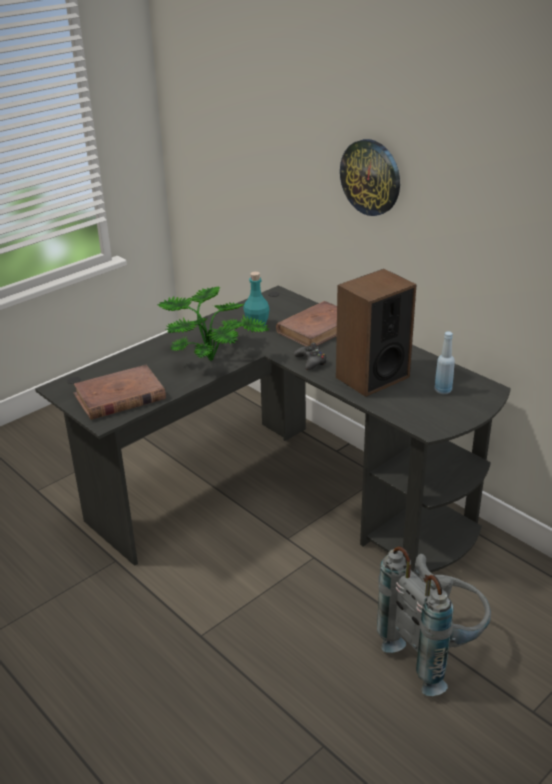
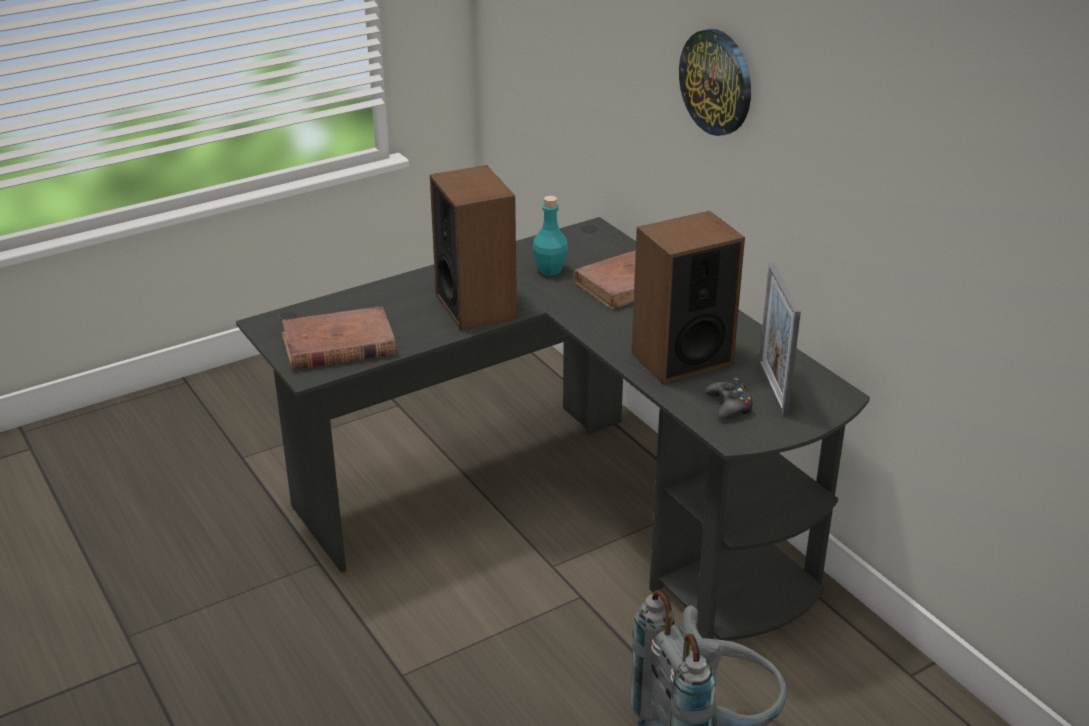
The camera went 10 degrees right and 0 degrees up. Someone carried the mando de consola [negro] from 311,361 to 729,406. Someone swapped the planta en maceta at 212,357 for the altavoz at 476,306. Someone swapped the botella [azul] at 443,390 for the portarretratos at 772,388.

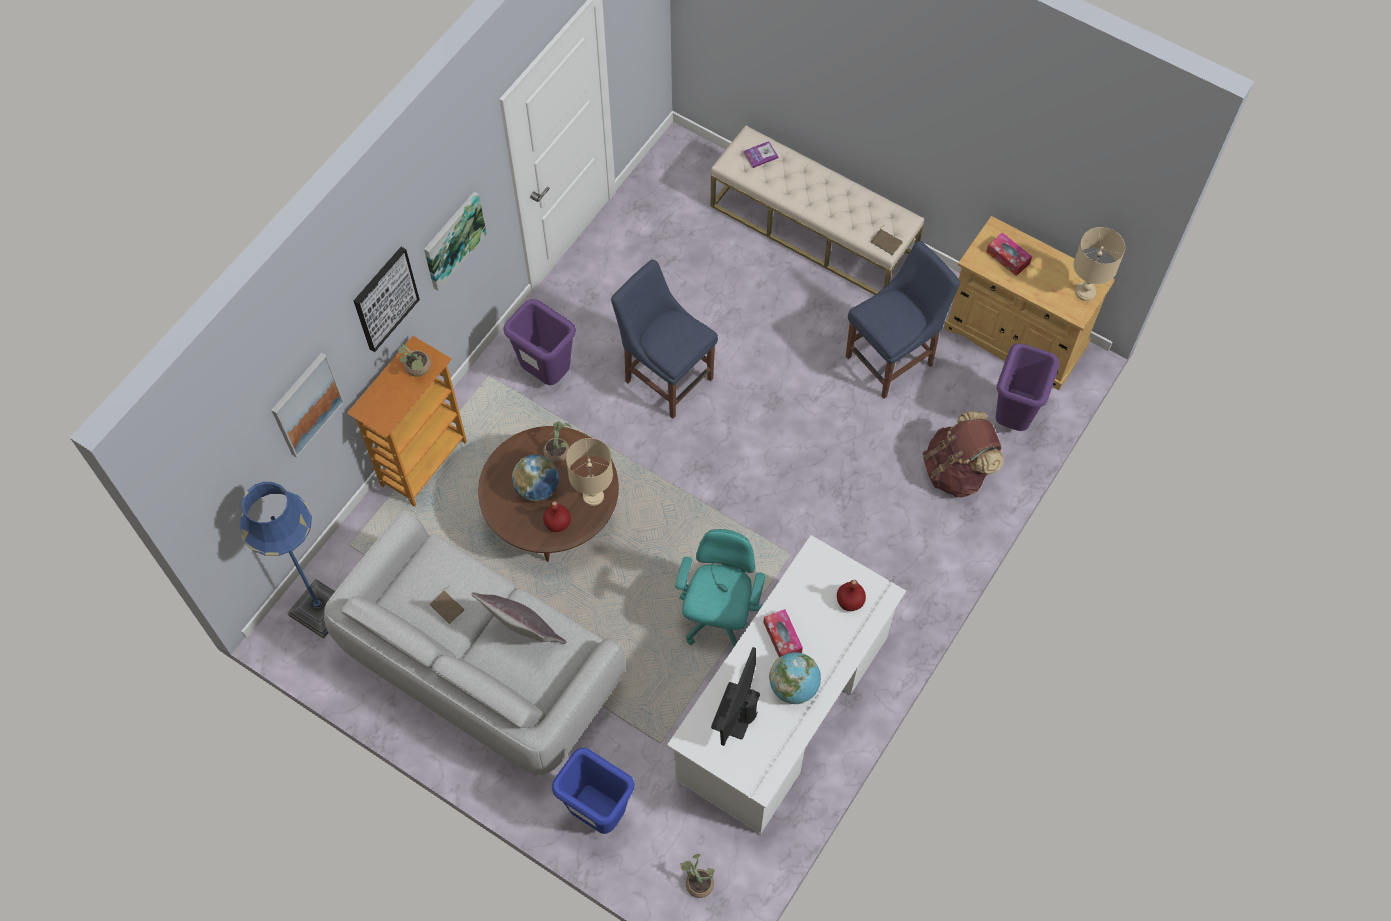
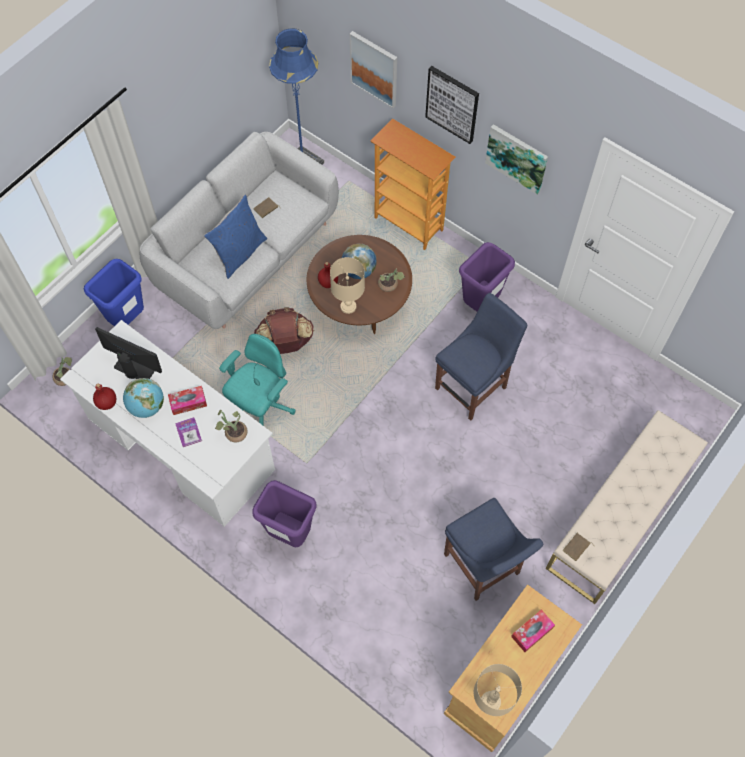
The camera went 95 degrees right and 0 degrees up. Someone carried the planta en maceta from 417,369 to 233,433. Someone carried the libro from 760,155 to 188,432. Someone carried the botella [rojo] from 849,601 to 107,402. Someone carried the mochila [marrón] from 957,471 to 285,343. Someone carried the papelera [morado] from 1013,418 to 289,533. Someone repainted the cojín [gris] at 523,633, which became the cojín [azul] at 239,253. Someone rotated the silla de oficina [turquesa] at 719,616 by 75 degrees counterclockwise.

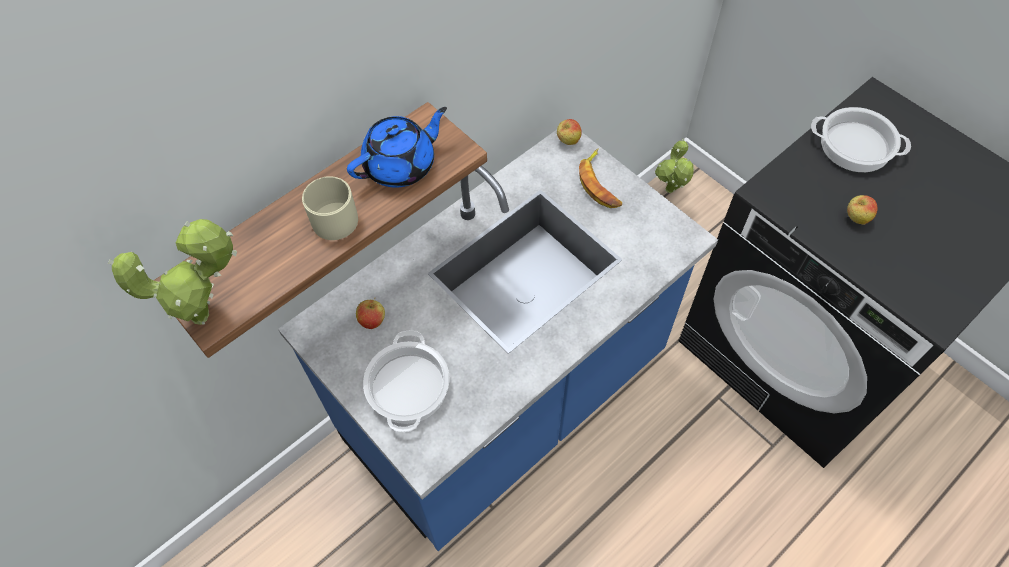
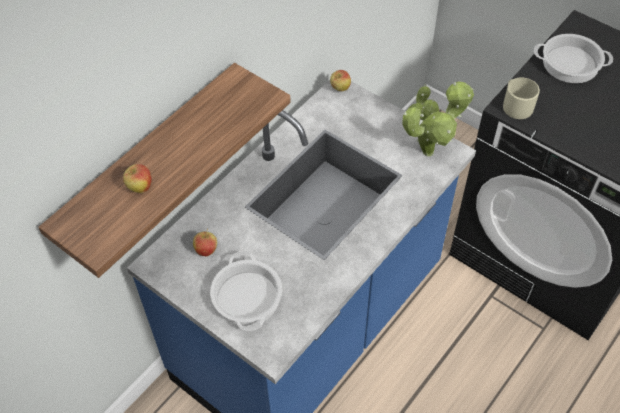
The camera went 10 degrees left and 5 degrees down. Someone took away the tetera [azul] at 401,165. Someone took away the plátano at 600,184. Someone carried the planta en maceta from 207,314 to 432,150. Someone carried the taza grande [beis] from 334,215 to 516,105. Someone carried the manzana from 856,218 to 140,187.

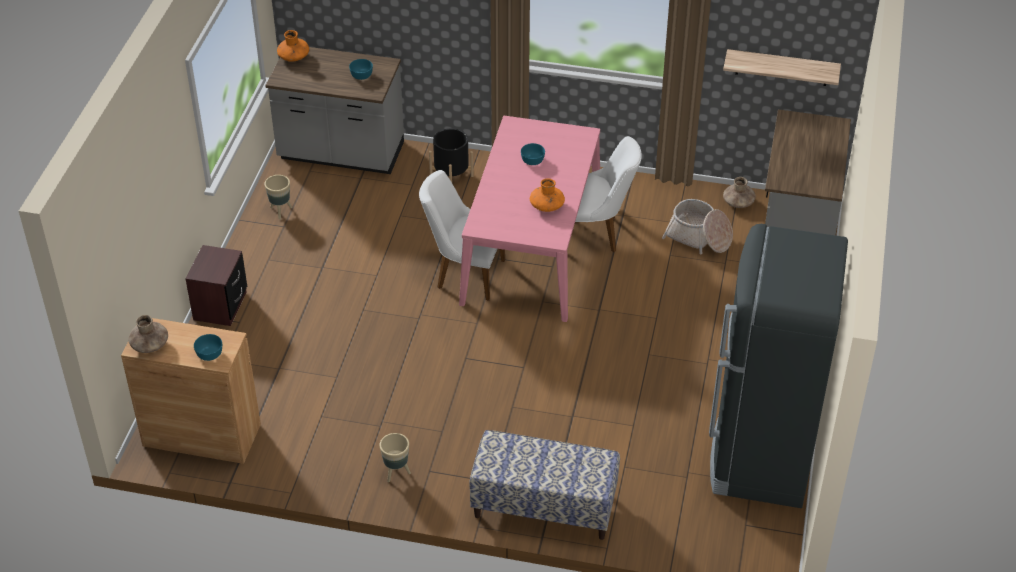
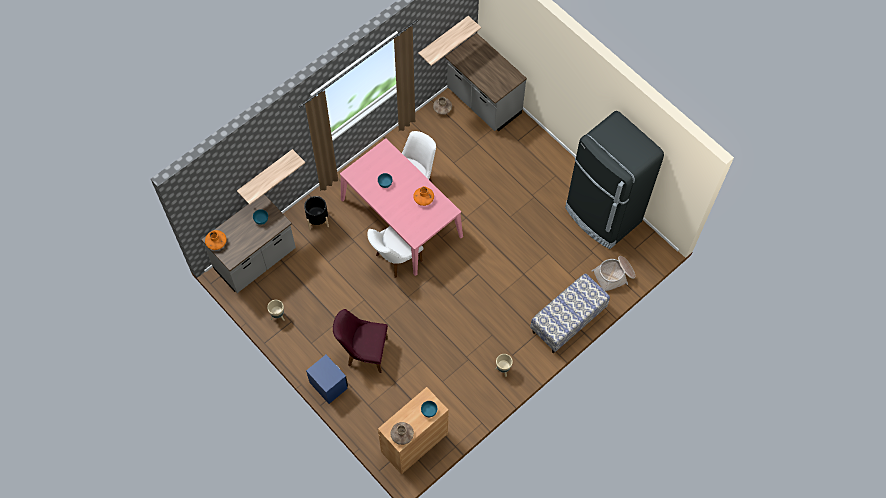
The camera went 55 degrees left and 20 degrees up. Someone put up the estante at 265,174. Someone put down the silla [morado] at 363,352. Someone carried the cesta from 699,237 to 614,276. Someone repainted the mesita de noche [marrón] at 220,306, which became the mesita de noche [azul] at 328,385.

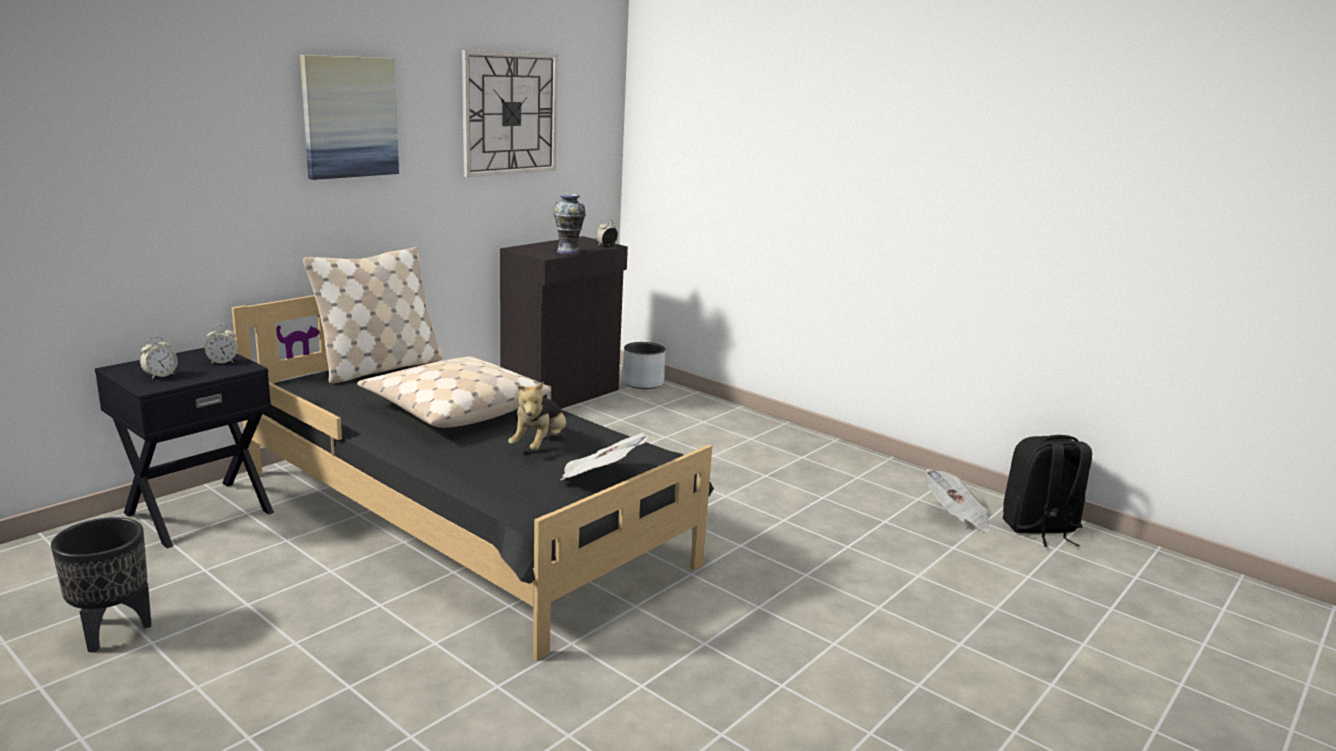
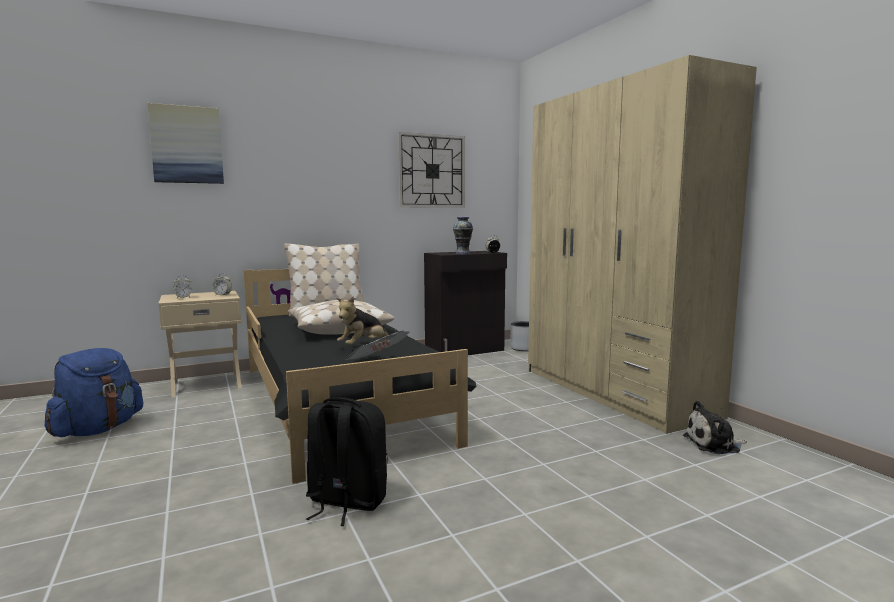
The camera went 25 degrees right and 10 degrees down. Someone put down the armario ropero [beis] at 614,392. Someone carried the cuadro from 349,117 to 187,145. Someone carried the mochila [negro] from 1039,529 to 346,502. Someone swapped the maceta [negro] at 113,631 for the mochila [azul] at 98,429. Someone swapped the periódico at 956,517 for the peluche at 714,444. Someone repainted the mesita de noche [negro] at 198,512, which became the mesita de noche [beis] at 206,384.

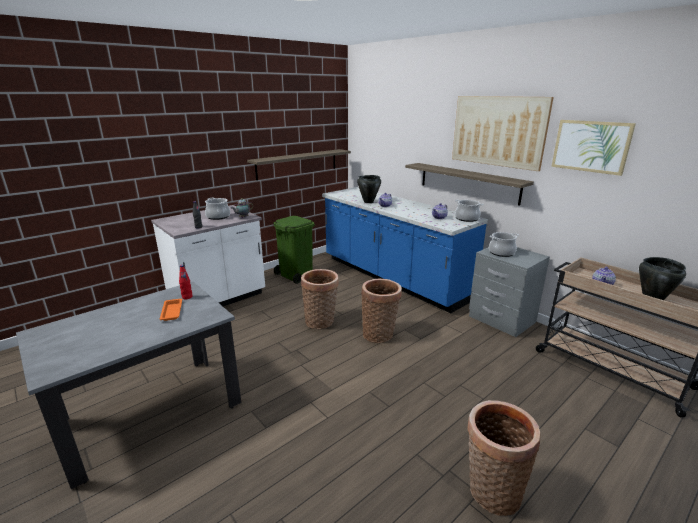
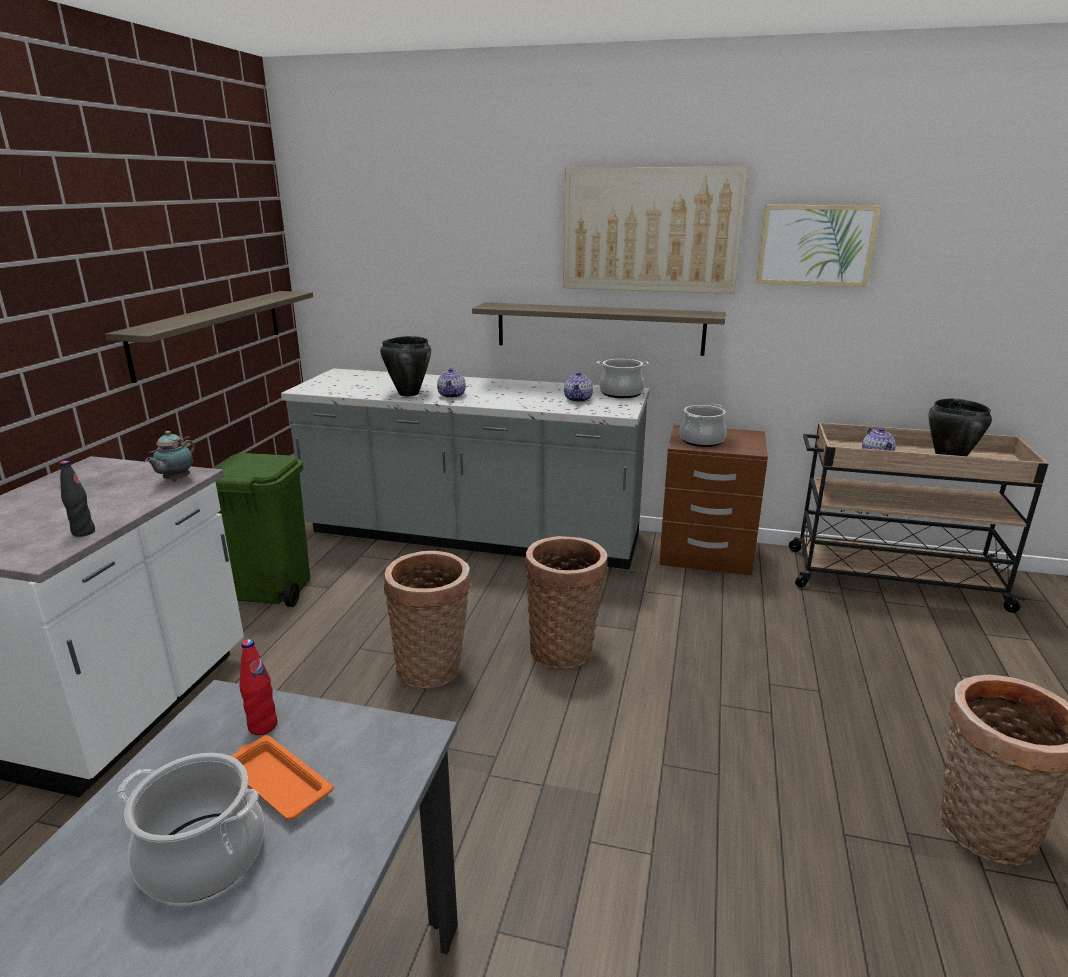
The camera went 35 degrees left and 0 degrees up. Someone carried the olla from 218,217 to 202,857. Someone repainted the mueble bajo de cocina [azul] at 392,278, which became the mueble bajo de cocina [gris] at 472,537. Someone repainted the mesita de noche [gris] at 501,320, which became the mesita de noche [marrón] at 705,555.

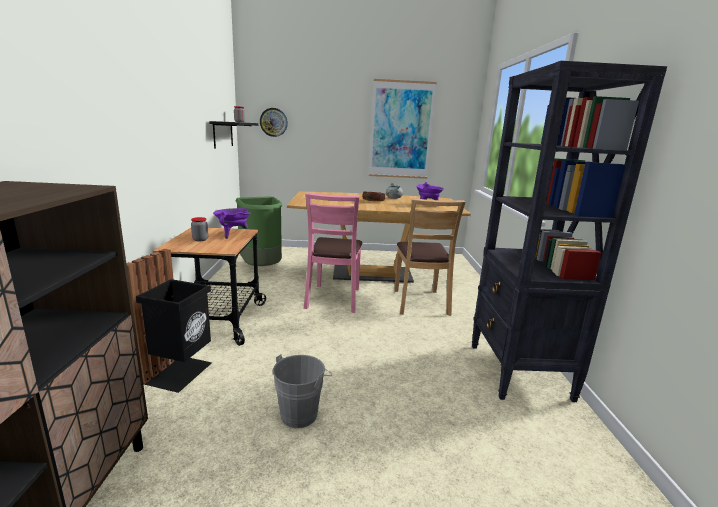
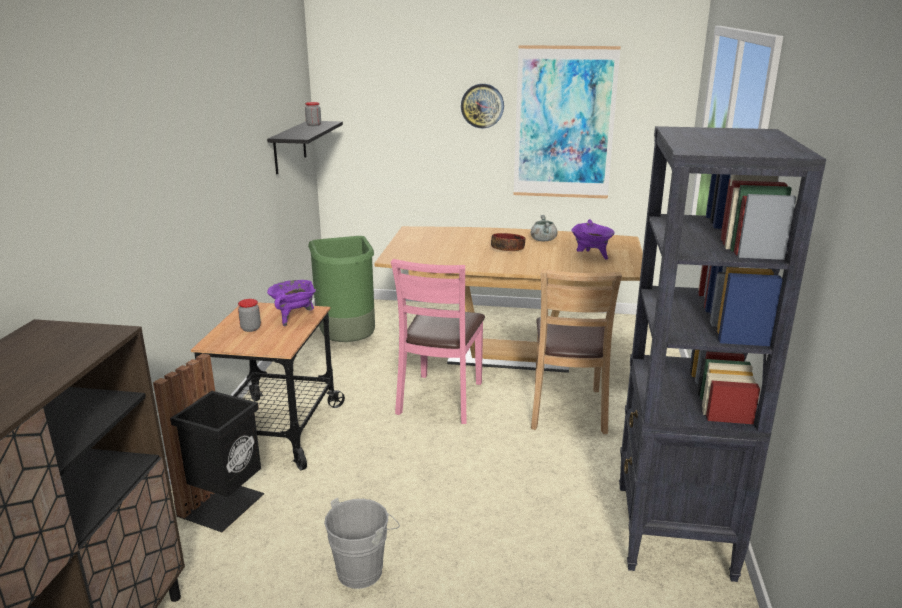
The camera went 10 degrees right and 5 degrees up. Someone carried the reloj de pared from 273,122 to 482,106.

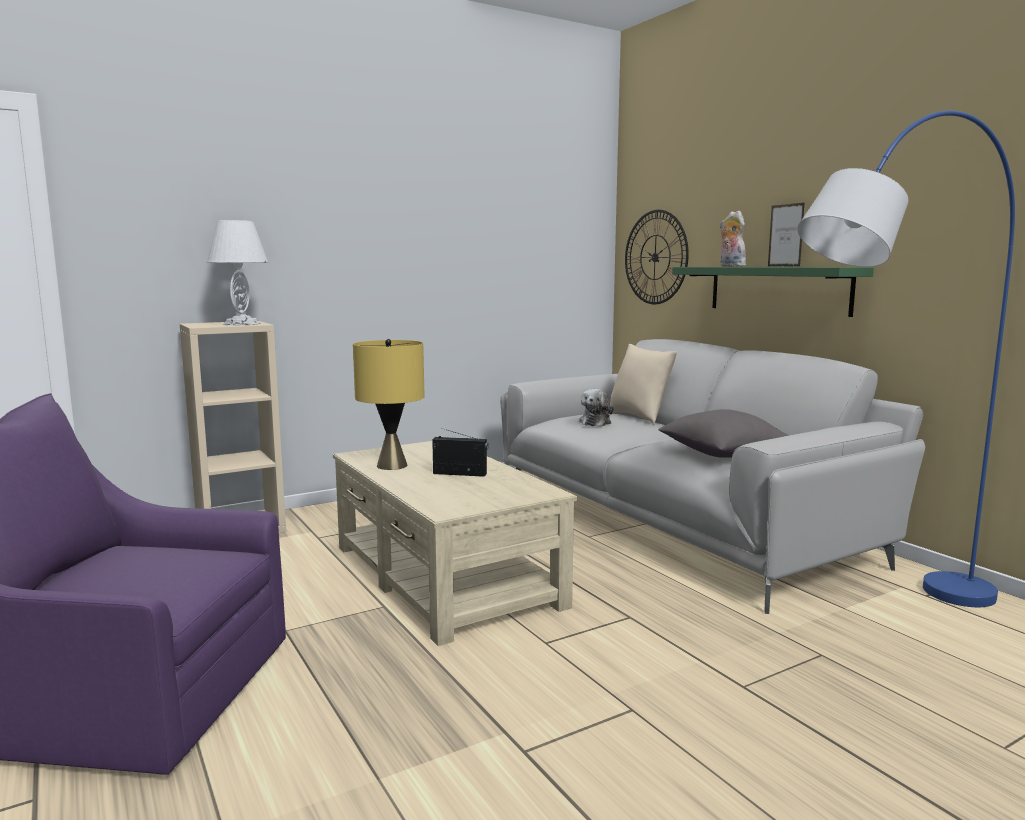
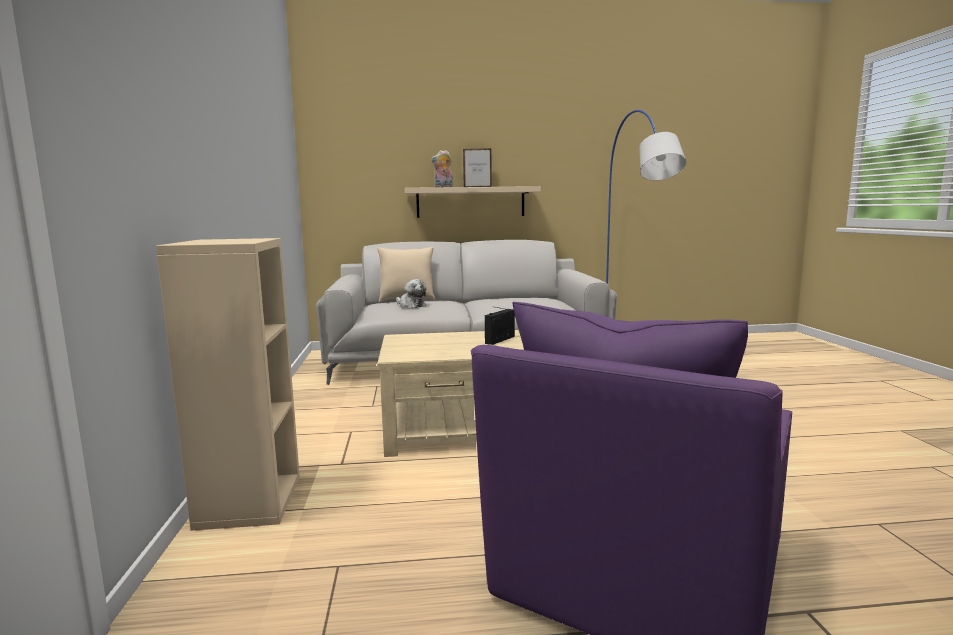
The camera went 65 degrees left and 0 degrees up. Someone took away the lámpara de mesa [blanco] at 241,323. Someone took away the lámpara de mesa [amarillo] at 391,465. Someone took away the reloj de pared at 655,257. Someone took away the cojín [gris] at 722,454. Someone repainted the estante [verde] at 777,289, which became the estante [beis] at 470,202.

